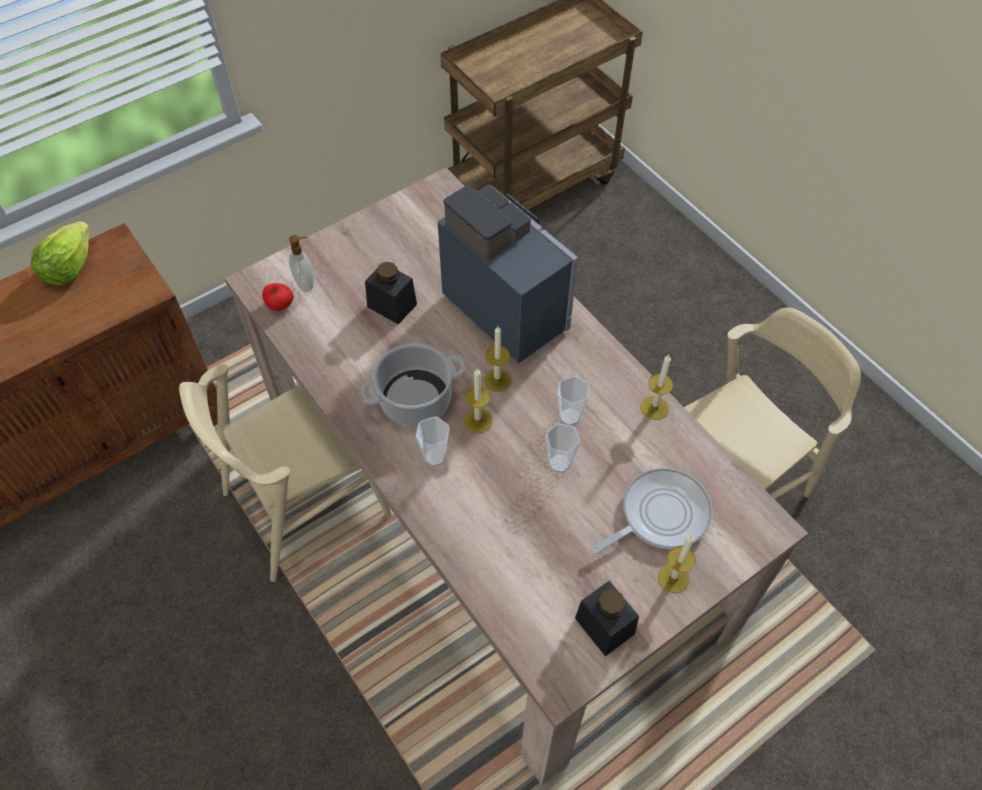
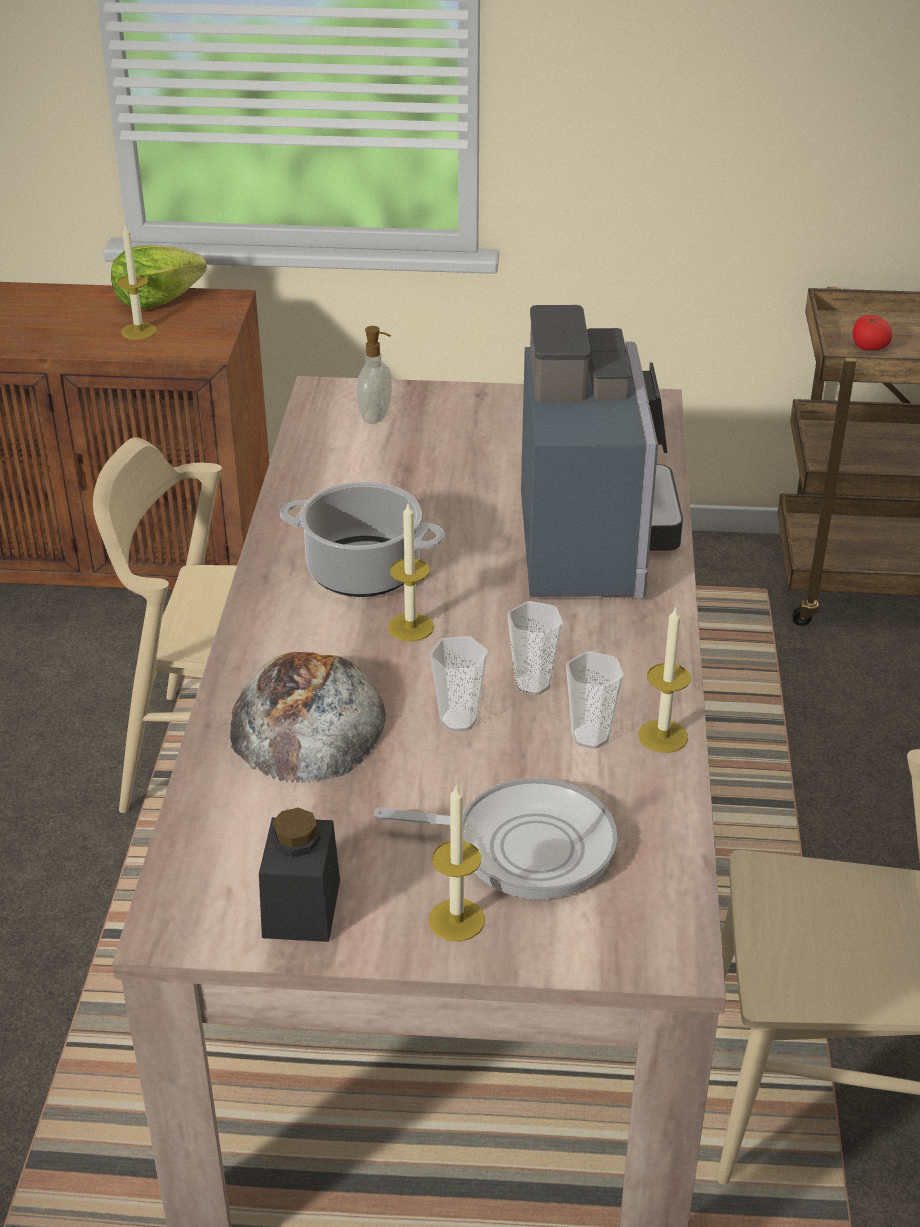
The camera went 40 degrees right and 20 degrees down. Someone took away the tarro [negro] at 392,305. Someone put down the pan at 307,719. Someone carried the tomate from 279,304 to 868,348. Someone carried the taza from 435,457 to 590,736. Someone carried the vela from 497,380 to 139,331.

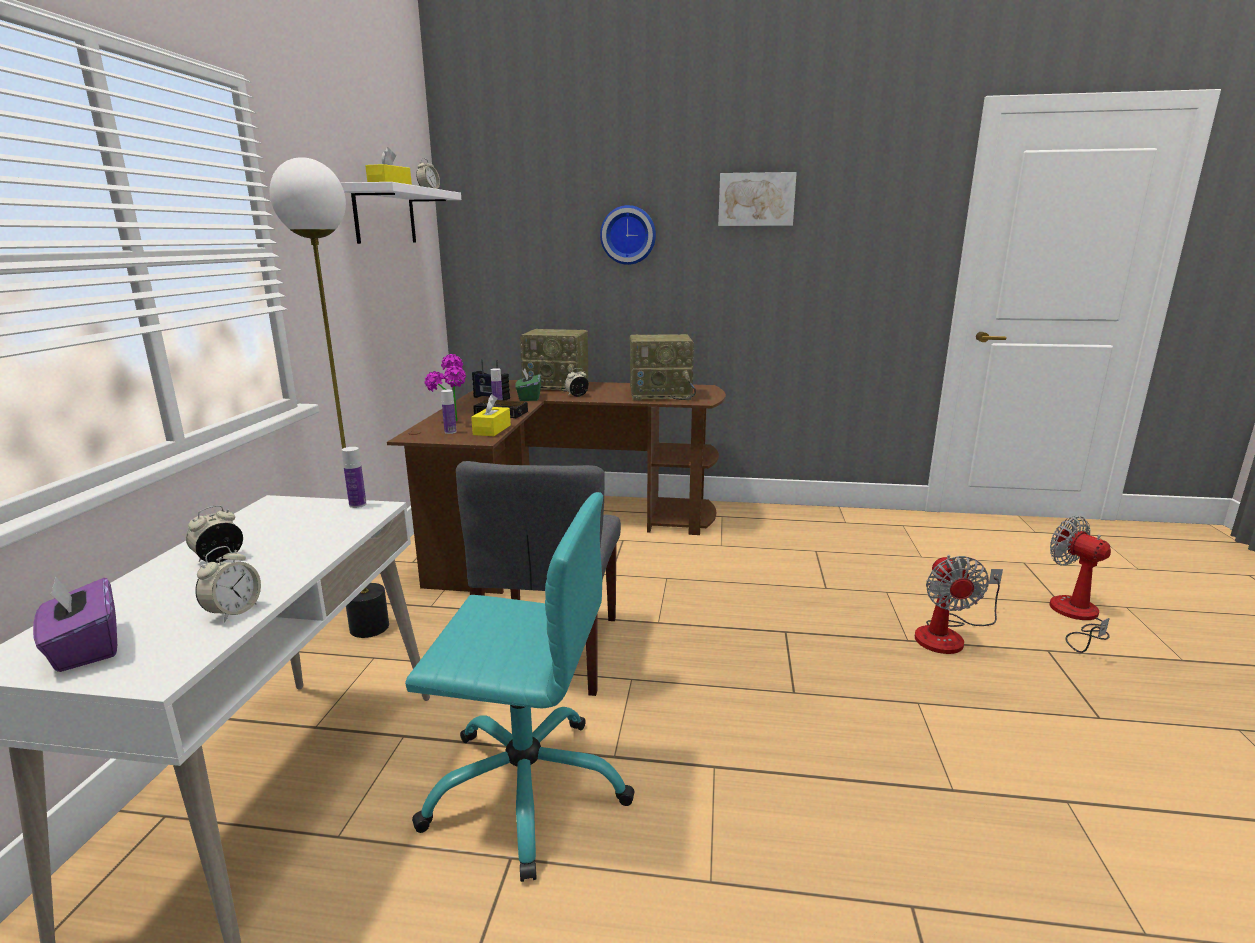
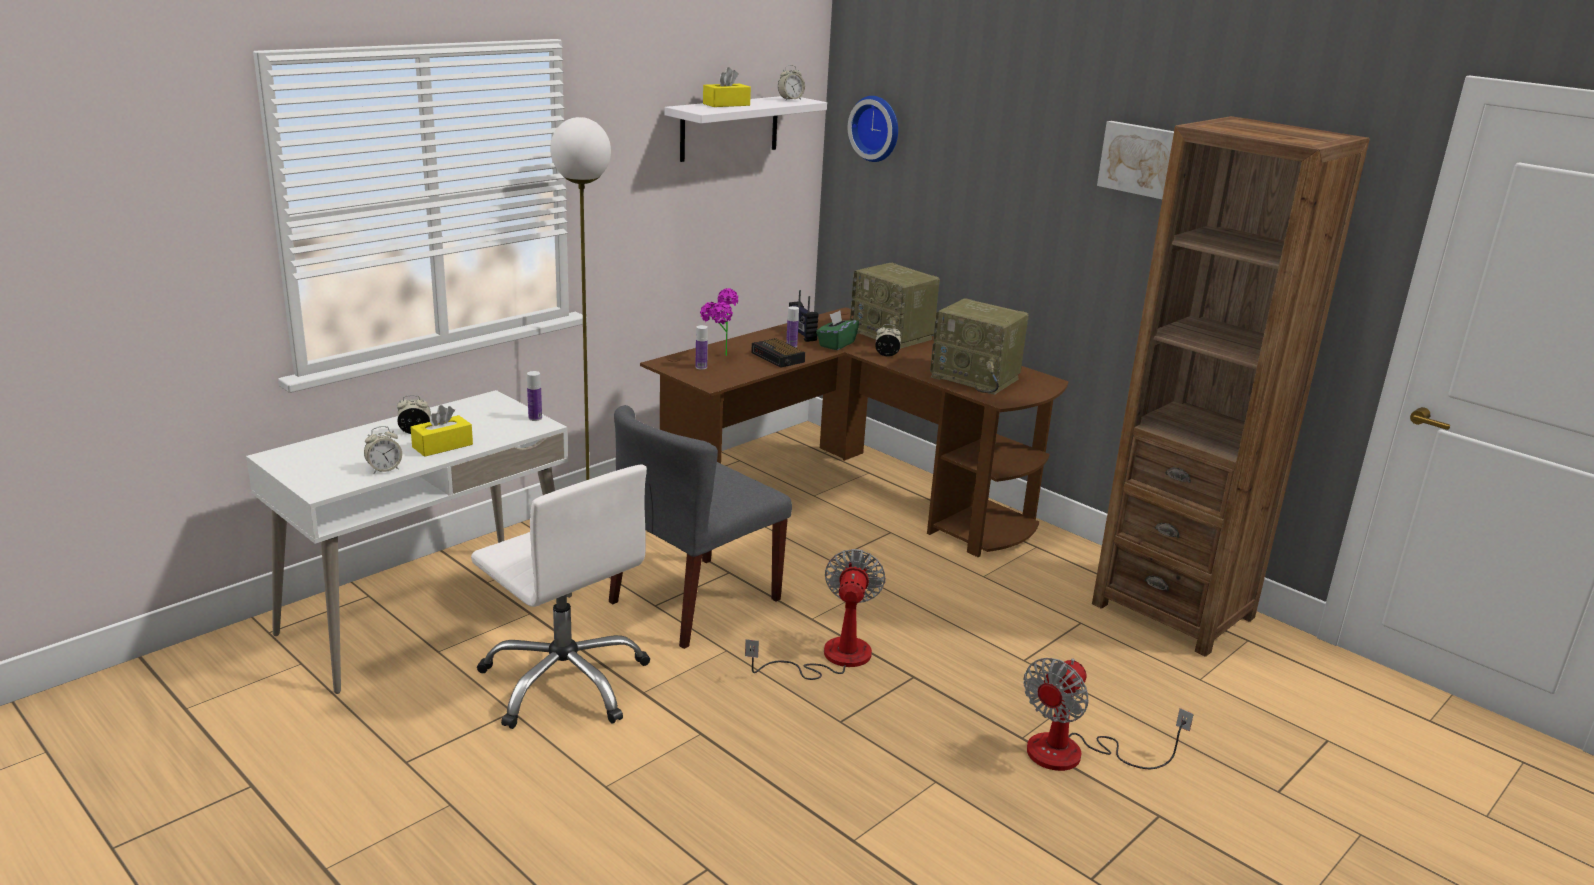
The camera went 35 degrees right and 5 degrees up. Someone took away the caja de pañuelos [morado] at 85,648. Someone put down the estantería [marrón] at 1173,610. Someone carried the caja de pañuelos [amarillo] from 492,430 to 442,446. Someone carried the reloj de pared from 628,235 to 877,128. Someone carried the ventilador from 1075,617 to 831,657. Someone repainted the silla de oficina [turquesa] at 527,788, which became the silla de oficina [blanco] at 565,681.

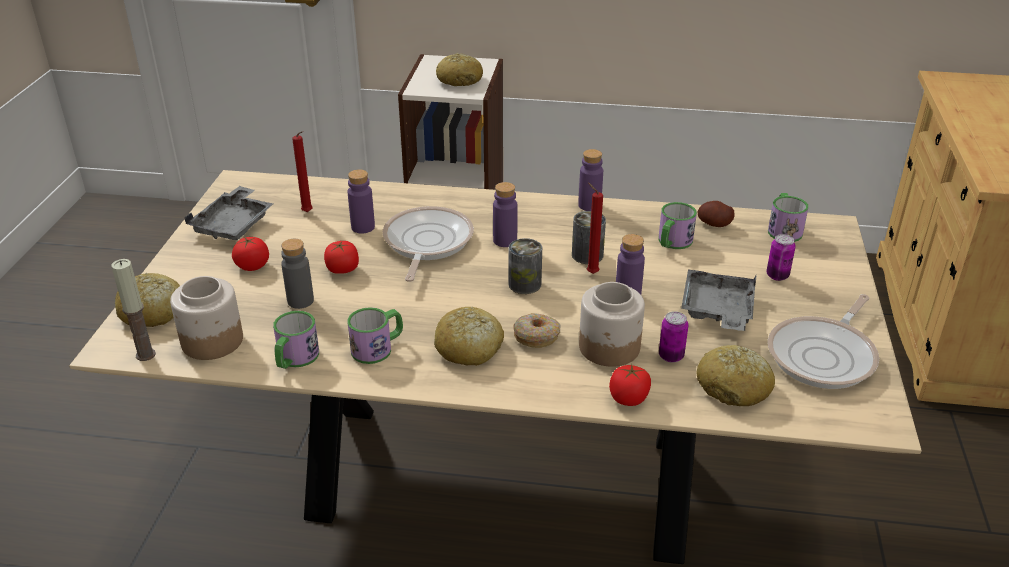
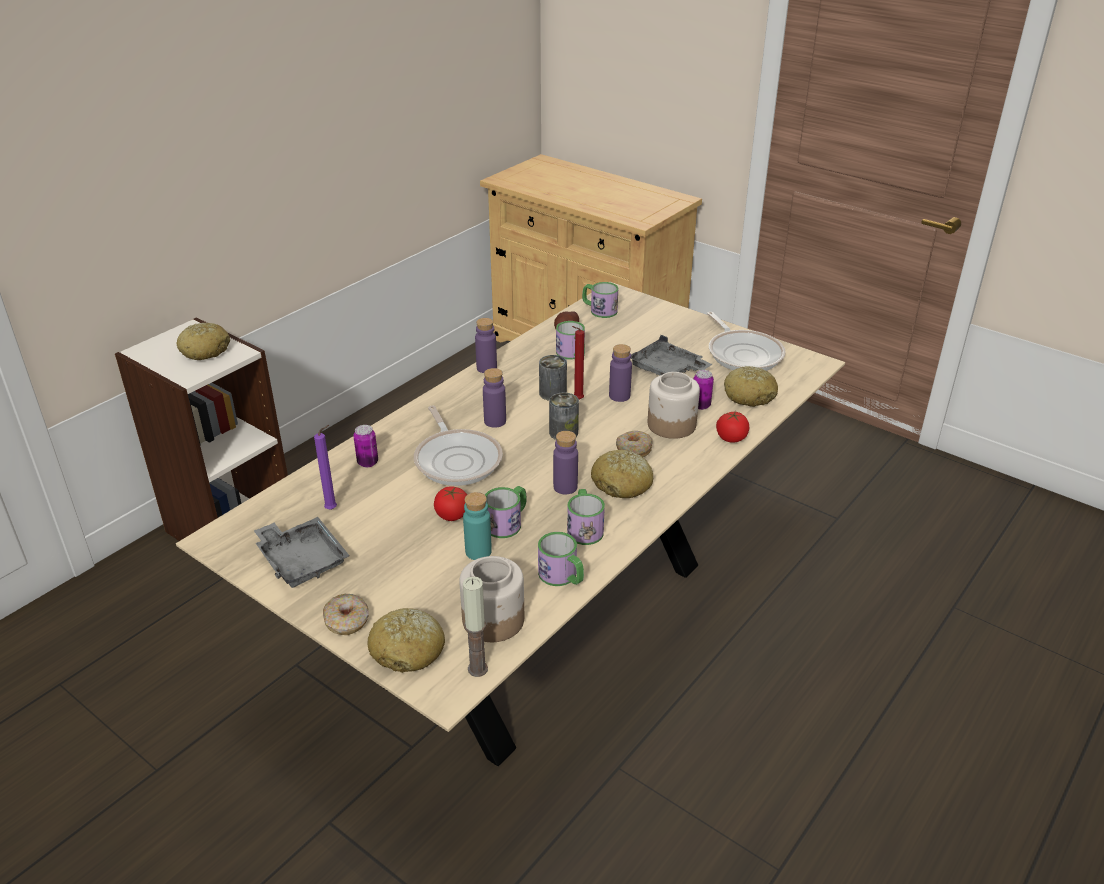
The camera went 60 degrees left and 0 degrees up. Someone took away the tomate at 252,265. Someone put down the rosquilla at 347,621. Someone put down the taza grande at 507,522. Someone carried the botella [morado] from 363,227 to 565,487. Someone carried the lata from 777,275 to 367,462. Someone repainted the botella [gris] at 300,301, which became the botella [turquesa] at 478,551. Someone repainted the vela [rojo] at 308,213, which became the vela [morado] at 333,509. Someone rotated the sartén at 426,243 by 150 degrees counterclockwise.

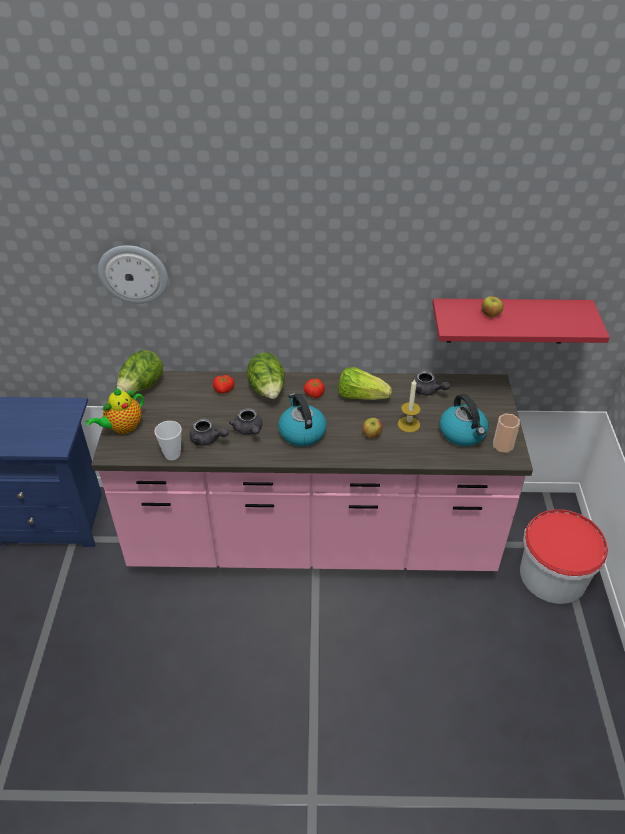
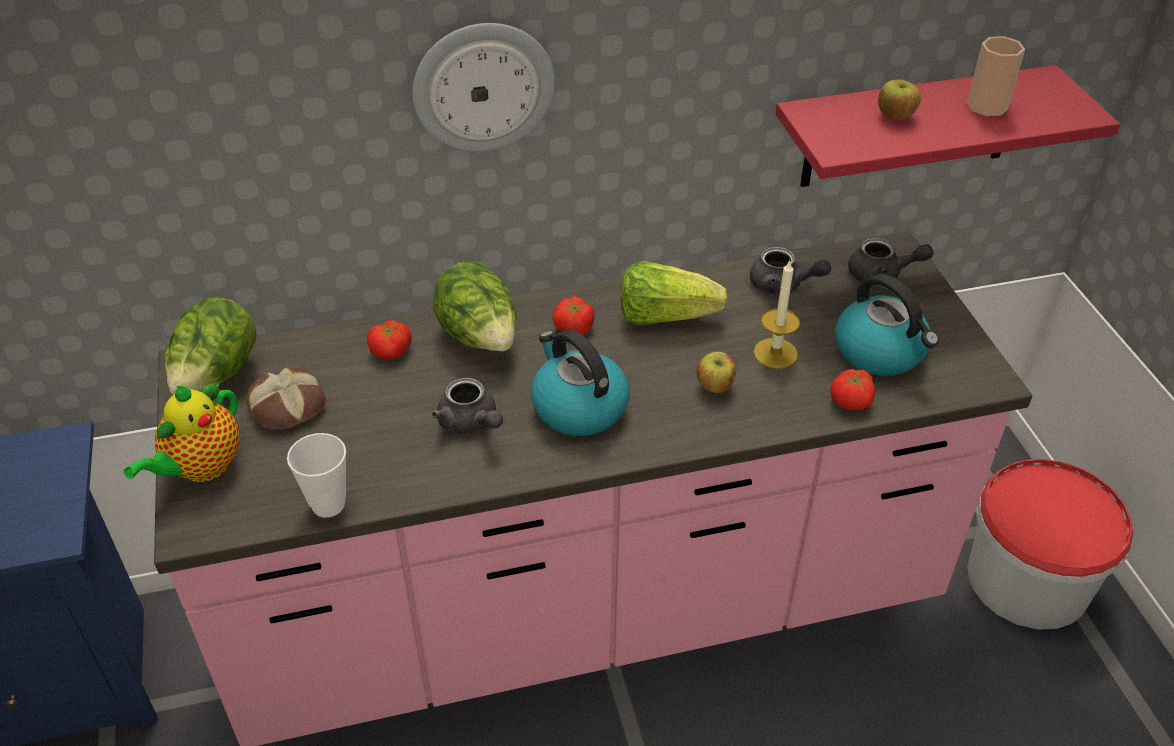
The camera went 15 degrees left and 0 degrees up. Someone put down the pan at 287,407. Someone put down the tomate at 851,401. Someone carried the reloj de pared from 133,273 to 483,86. Someone carried the tetera [gris] from 208,439 to 882,275. Someone carried the taza from 503,445 to 987,106.

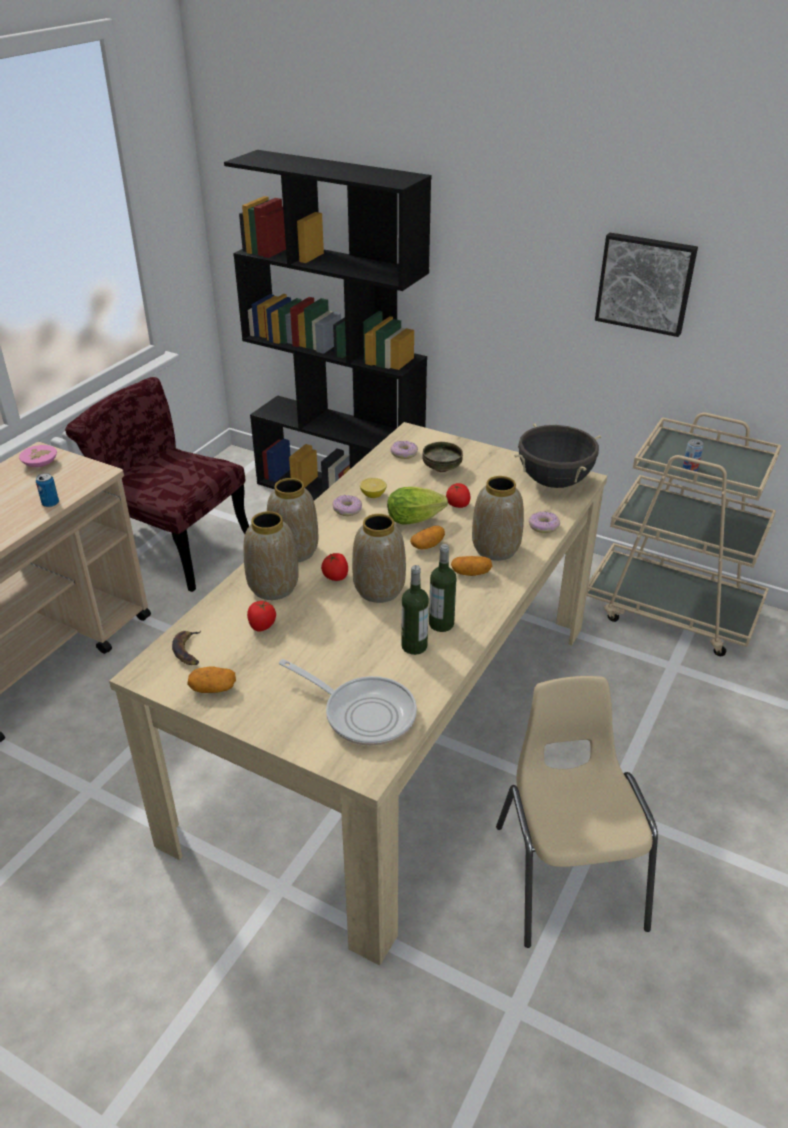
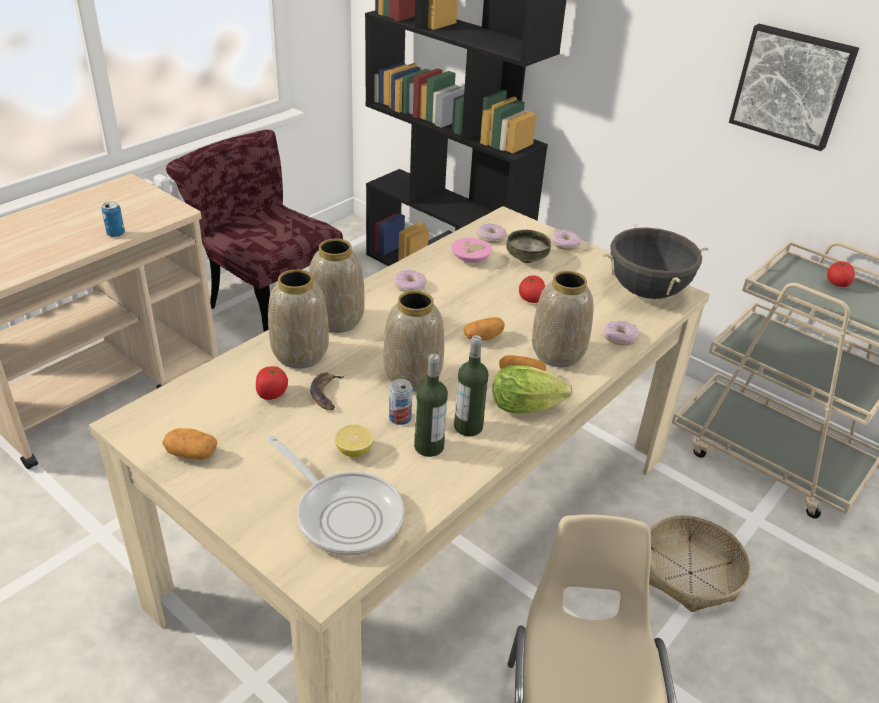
The camera went 10 degrees right and 0 degrees up. Someone put down the rosquilla at 565,244. Someone put down the cesta at 690,573. Someone carried the cuenco [rosa] from 41,463 to 472,258. Someone carried the plátano from 188,651 to 327,394. Someone carried the tomate from 335,577 to 837,284. Someone carried the limón from 373,495 to 354,450. Someone carried the lechuga from 417,519 to 529,407. Someone carried the lata from 690,468 to 400,418.

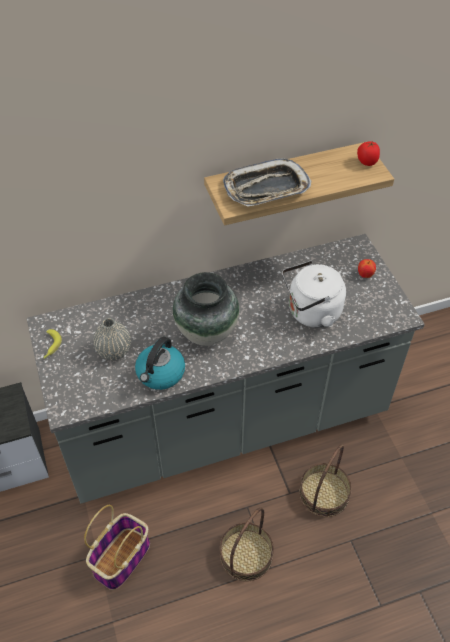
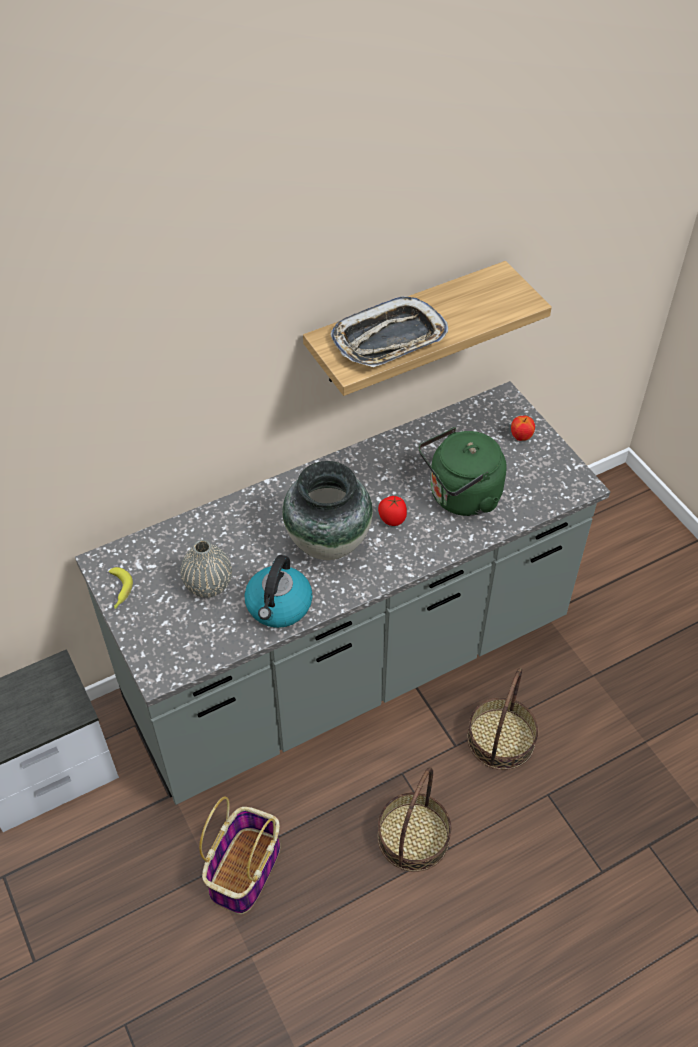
The camera went 10 degrees left and 0 degrees up. Someone carried the tomate from 366,162 to 392,519. Someone repainted the hervidor [blanco] at 311,313, which became the hervidor [verde] at 461,497.

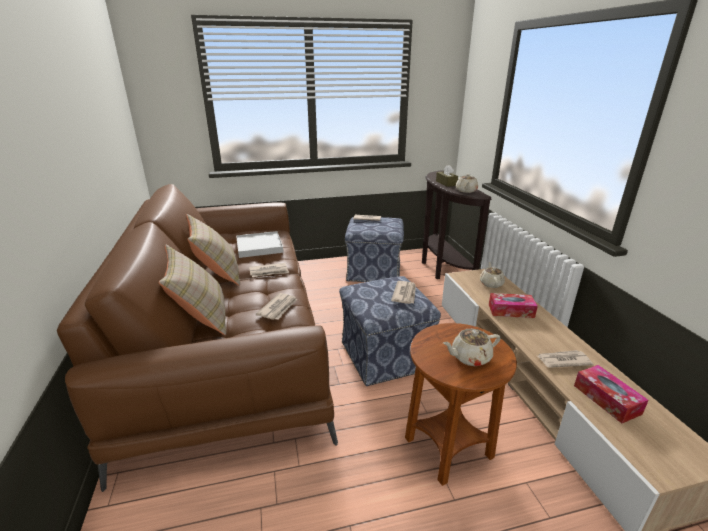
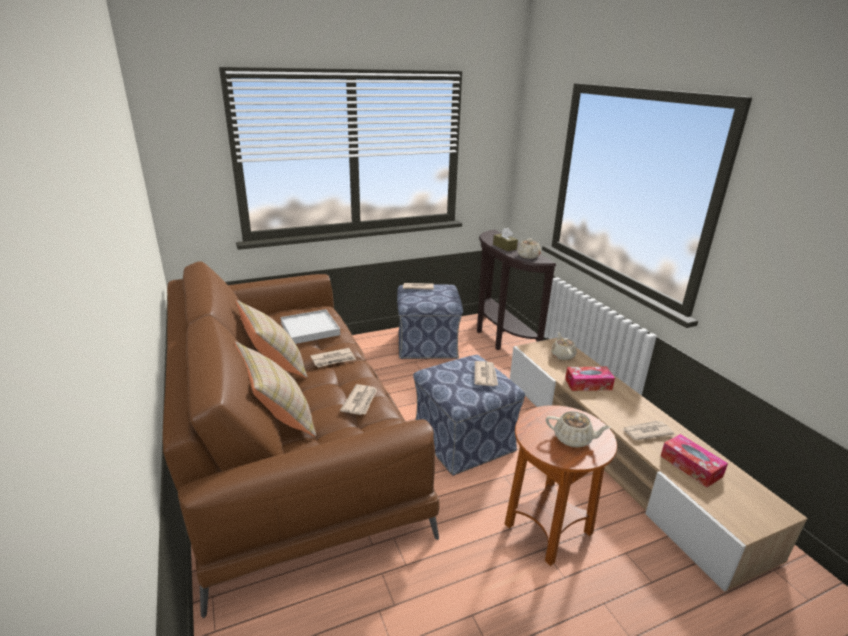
The camera went 10 degrees left and 0 degrees up. Someone rotated the tetera [beis] at 470,357 by 135 degrees counterclockwise.

